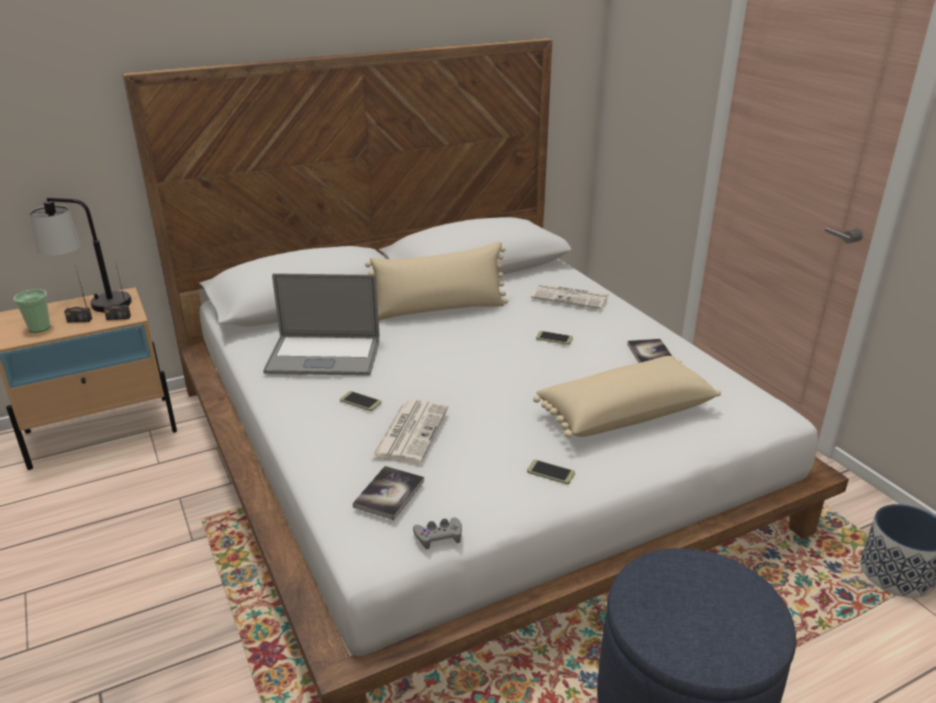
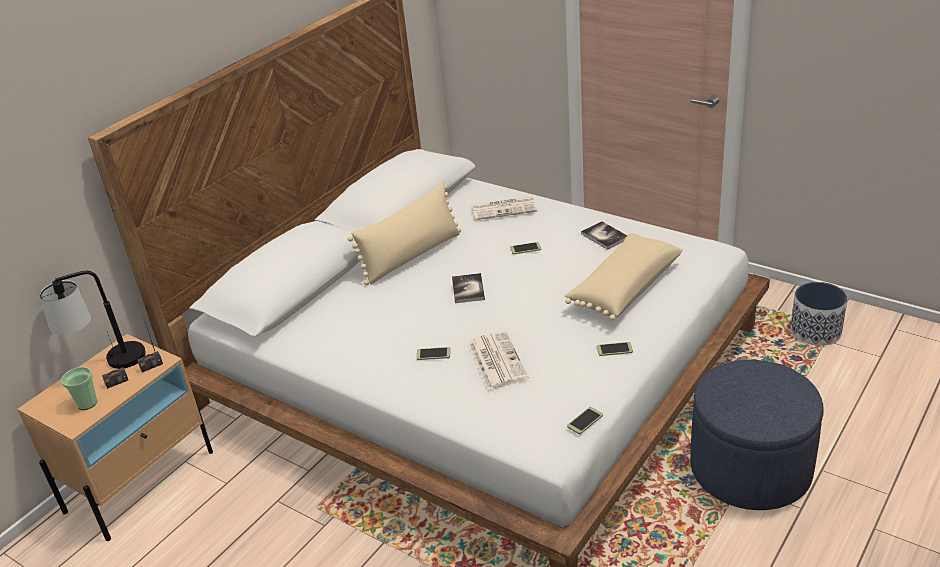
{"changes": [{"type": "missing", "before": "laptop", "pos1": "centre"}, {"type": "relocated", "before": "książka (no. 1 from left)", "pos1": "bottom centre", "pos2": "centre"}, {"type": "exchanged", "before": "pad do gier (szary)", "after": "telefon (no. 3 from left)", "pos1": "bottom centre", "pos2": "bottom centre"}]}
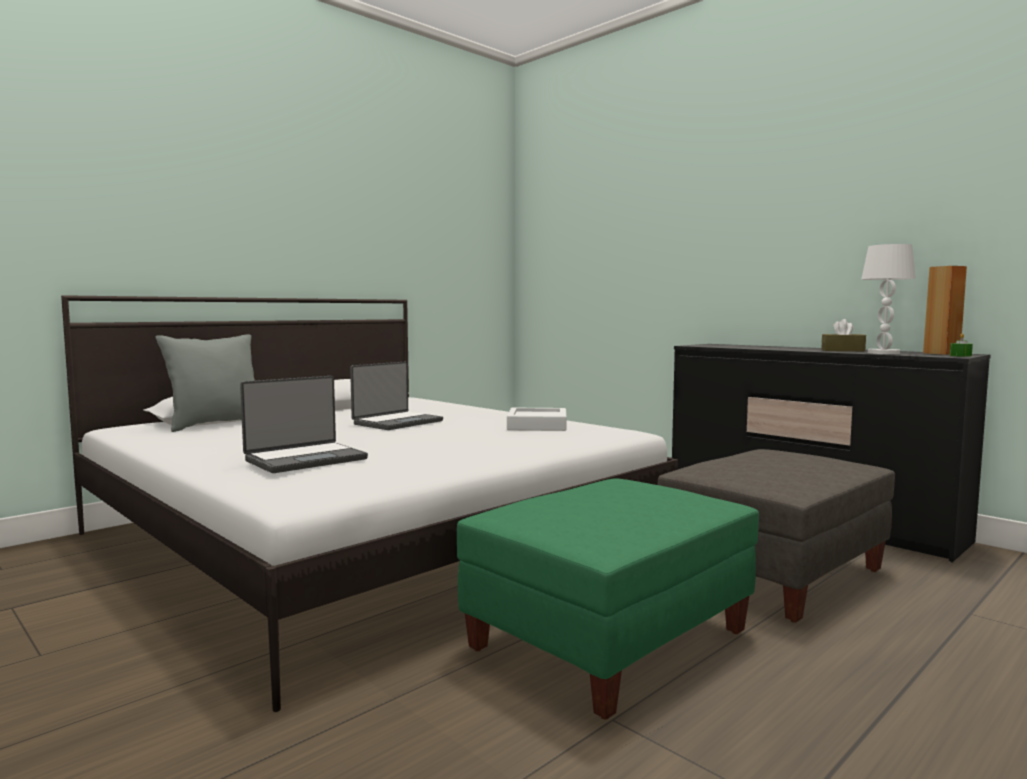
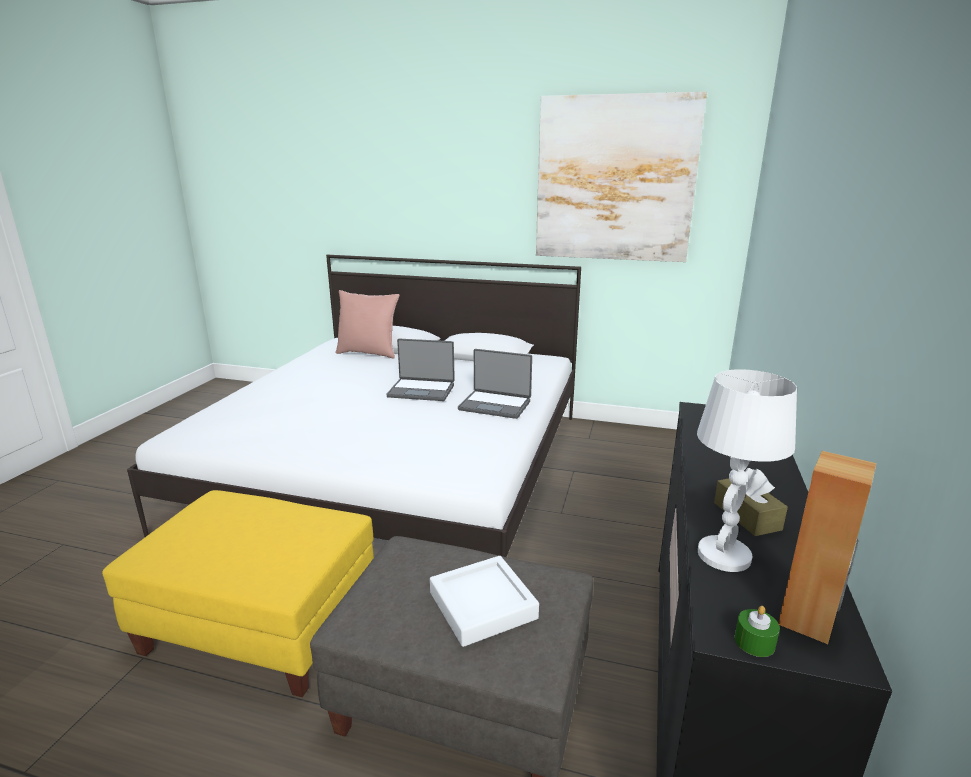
{"changes": [{"type": "colour", "before": "poduszka (szary)", "after": "poduszka (różowy)", "pos1": "middle left", "pos2": "centre"}, {"type": "relocated", "before": "laptop (no. 1 from left in the first image)", "after": "laptop (no. 2 from left)", "pos1": "middle left", "pos2": "centre"}, {"type": "relocated", "before": "taca (biały)", "pos1": "centre", "pos2": "bottom centre"}, {"type": "colour", "before": "pufa (zielony)", "after": "pufa (żółty)", "pos1": "bottom centre", "pos2": "bottom left"}, {"type": "appeared", "after": "obraz", "pos2": "top centre"}]}
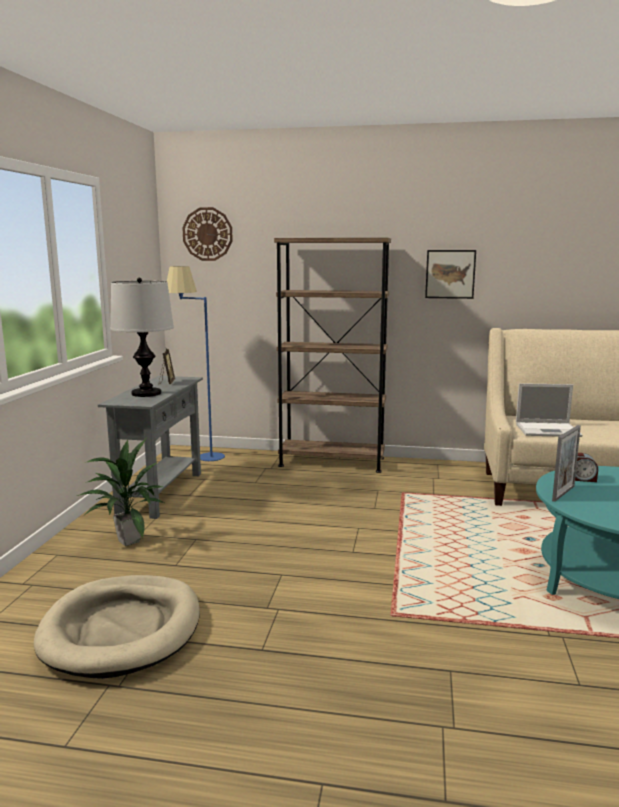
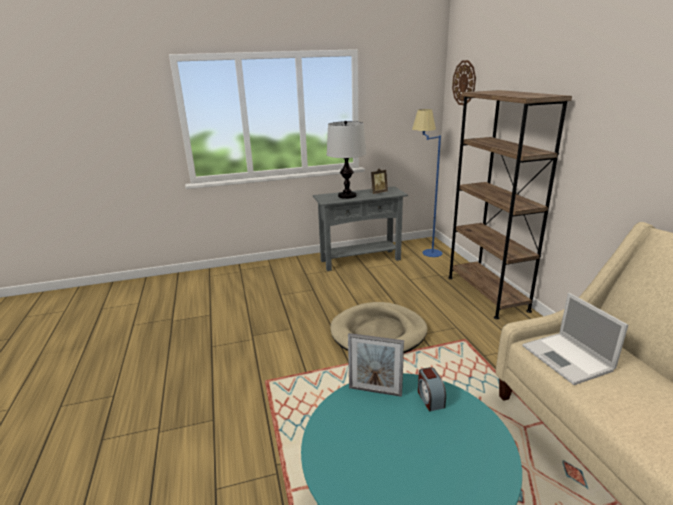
{"changes": [{"type": "missing", "before": "obraz", "pos1": "middle right"}, {"type": "missing", "before": "roślina doniczkowa", "pos1": "middle left"}, {"type": "relocated", "before": "legowisko (beżowy)", "pos1": "bottom left", "pos2": "centre"}]}
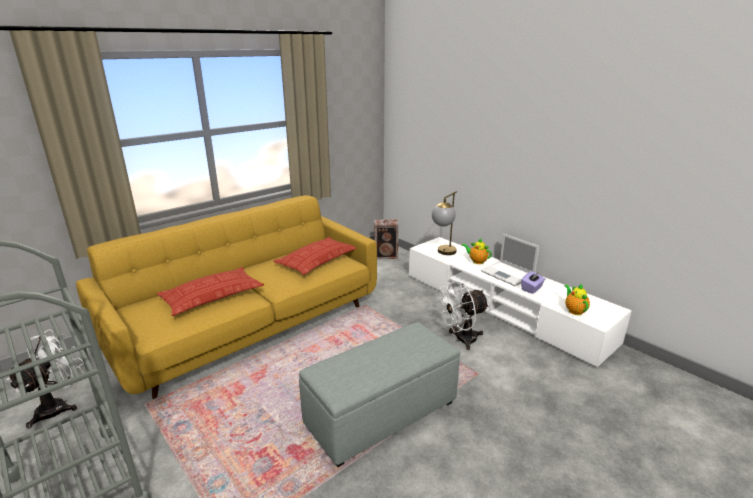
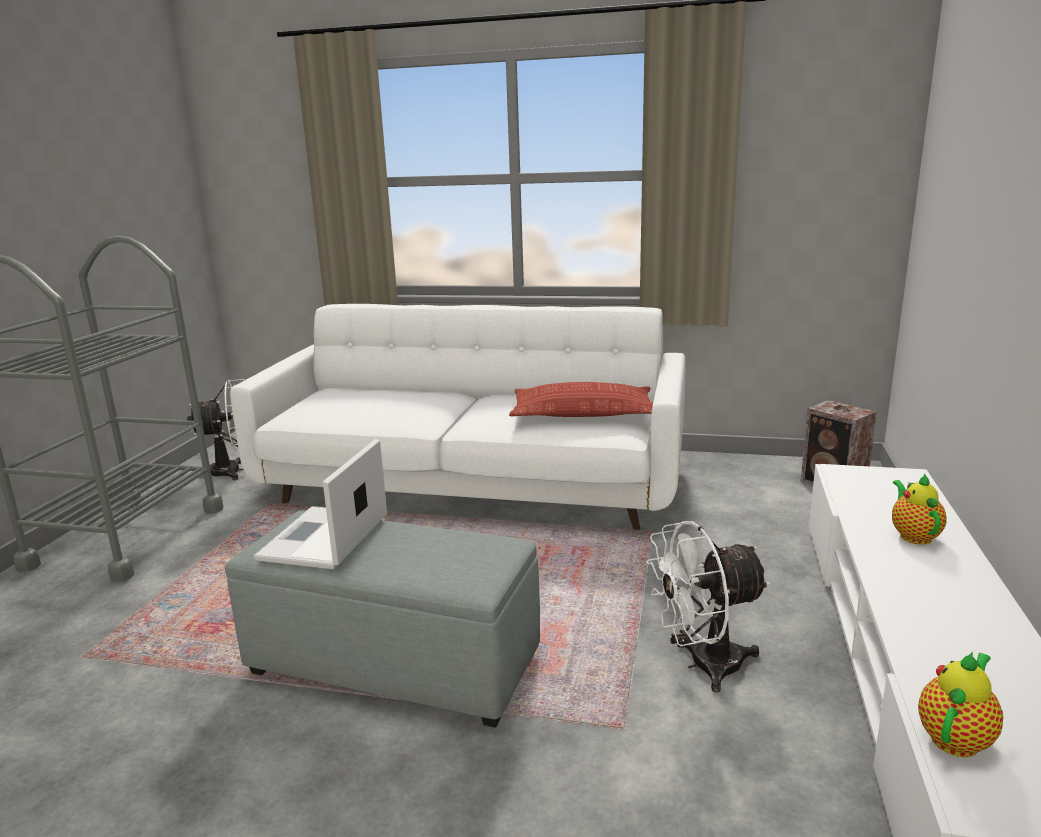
{"changes": [{"type": "missing", "before": "lampa stołowa", "pos1": "centre"}, {"type": "colour", "before": "kanapa (żółty)", "after": "kanapa (biały)", "pos1": "middle left", "pos2": "centre"}, {"type": "relocated", "before": "laptop", "pos1": "middle right", "pos2": "middle left"}, {"type": "missing", "before": "poduszka (no. 1 from left)", "pos1": "middle left"}, {"type": "missing", "before": "pudełko chusteczek (fioletowy)", "pos1": "middle right"}, {"type": "spun", "before": "wentylator (biały) (no. 2 from left)", "pos1": "centre", "pos2": "bottom right", "turn": -45}]}
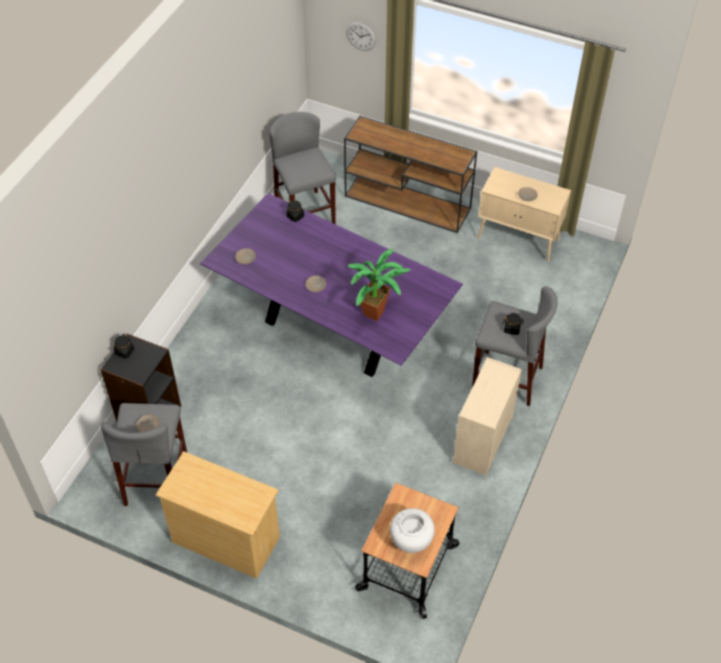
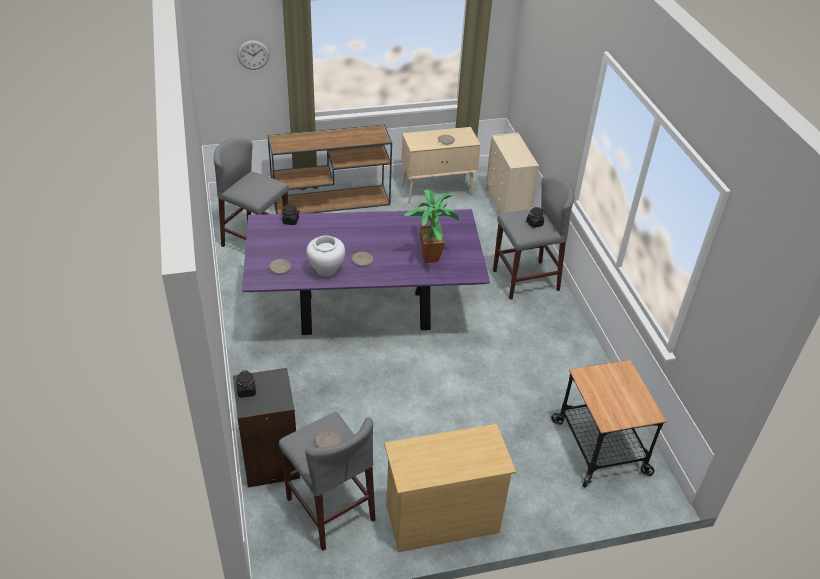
{"changes": [{"type": "relocated", "before": "komoda (beżowy) (no. 2 from left)", "pos1": "middle right", "pos2": "top centre"}, {"type": "relocated", "before": "wazon (biały)", "pos1": "bottom centre", "pos2": "centre"}]}
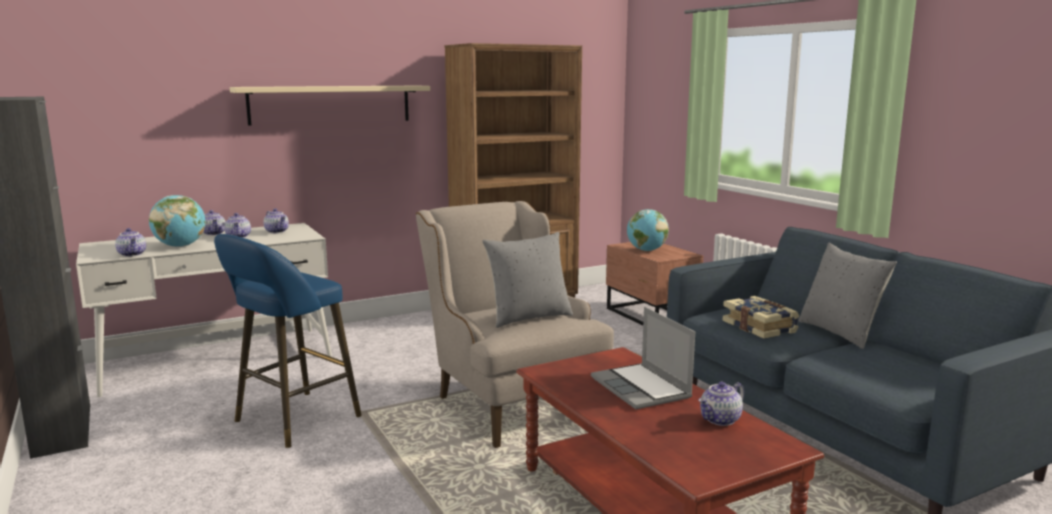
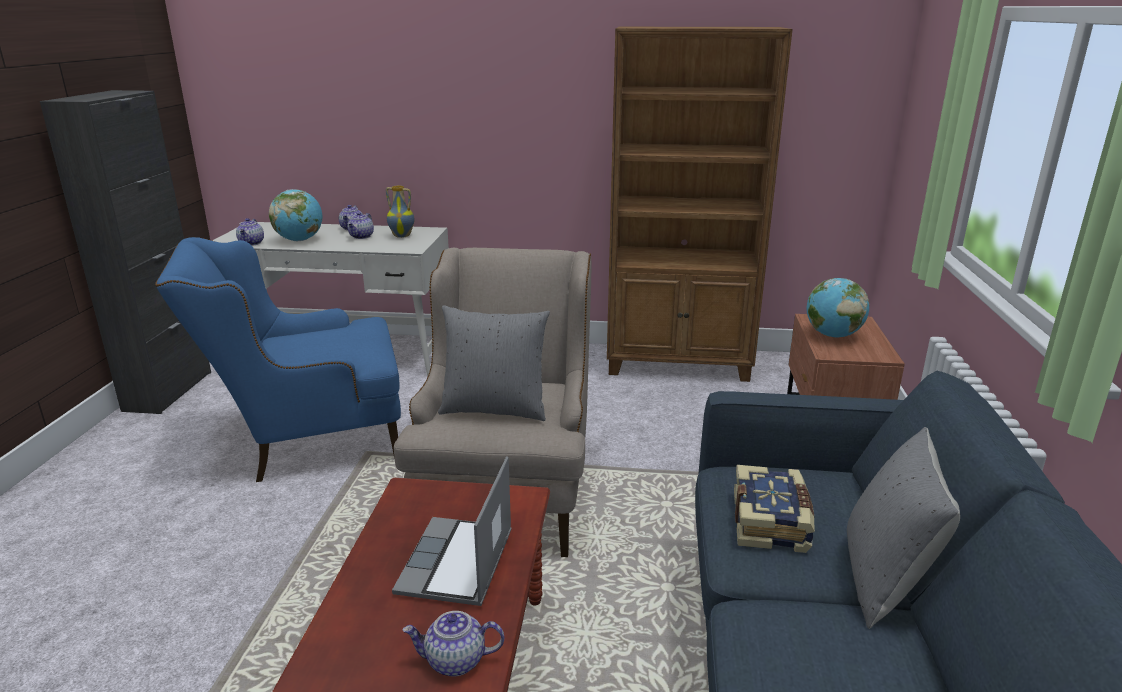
{"changes": [{"type": "missing", "before": "półka (beżowy)", "pos1": "top left"}, {"type": "exchanged", "before": "imbryk (no. 4 from left)", "after": "wazon", "pos1": "middle left", "pos2": "top centre"}, {"type": "exchanged", "before": "stołek (niebieski)", "after": "fotel (niebieski)", "pos1": "middle left", "pos2": "middle left"}]}
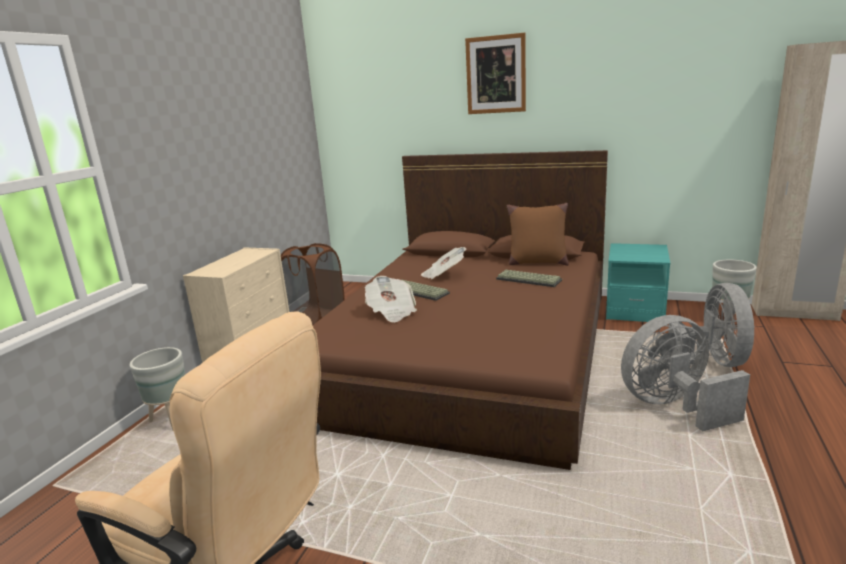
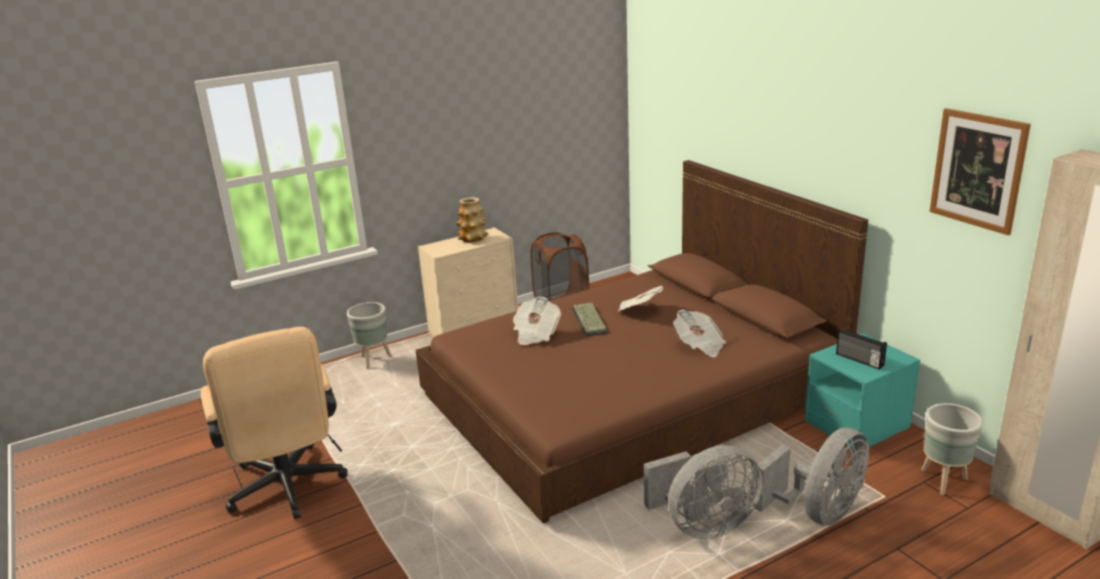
{"changes": [{"type": "relocated", "before": "obraz", "pos1": "top centre", "pos2": "top right"}, {"type": "missing", "before": "poduszka (brązowy)", "pos1": "centre"}, {"type": "exchanged", "before": "klawiatura (no. 2 from left)", "after": "gazeta (no. 3 from left)", "pos1": "centre", "pos2": "centre"}, {"type": "spun", "before": "wentylator (szary) (no. 1 from left)", "pos1": "middle right", "pos2": "bottom centre", "turn": 135}, {"type": "appeared", "after": "wazon", "pos2": "centre"}, {"type": "appeared", "after": "radio", "pos2": "middle right"}]}
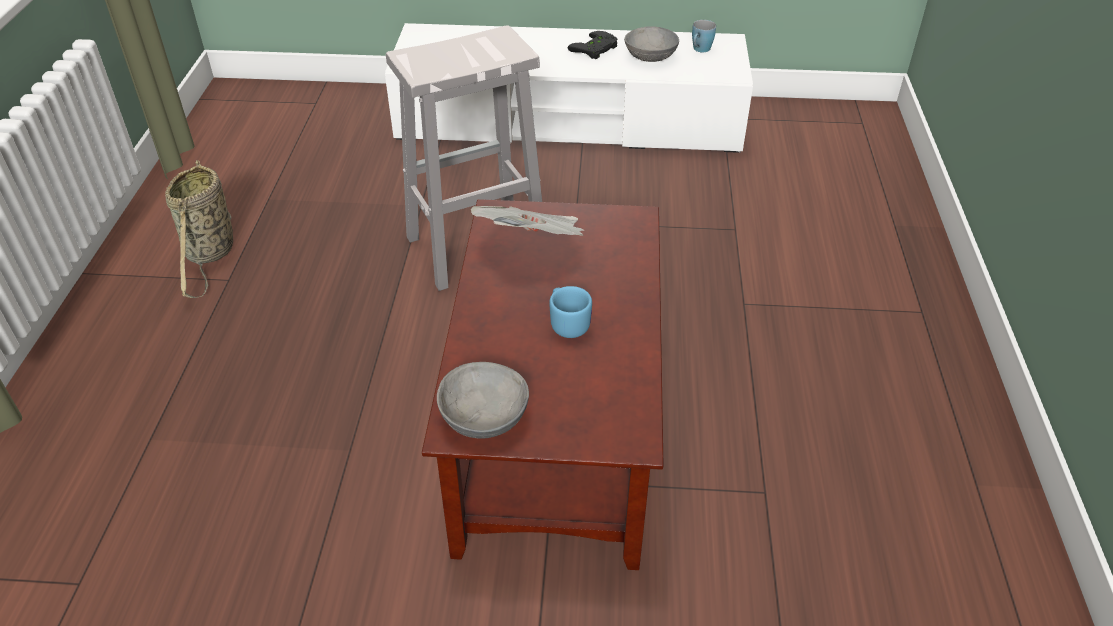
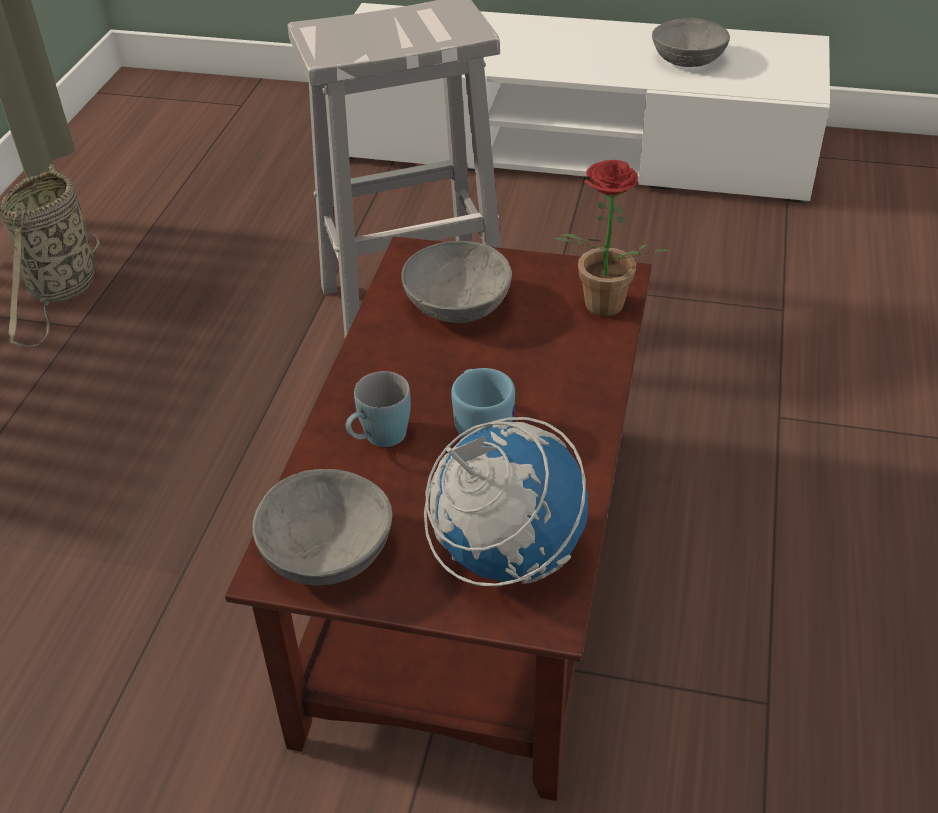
{"changes": [{"type": "relocated", "before": "kubek (niebieski) (no. 2 from left in the first image)", "after": "kubek (niebieski) (no. 1 from left)", "pos1": "top centre", "pos2": "centre"}, {"type": "missing", "before": "pad do gier (czarny)", "pos1": "top centre"}, {"type": "exchanged", "before": "gazeta", "after": "miska (szary) (no. 2 from left)", "pos1": "centre", "pos2": "centre"}, {"type": "appeared", "after": "roślina doniczkowa", "pos2": "top centre"}, {"type": "appeared", "after": "globus", "pos2": "centre"}]}
